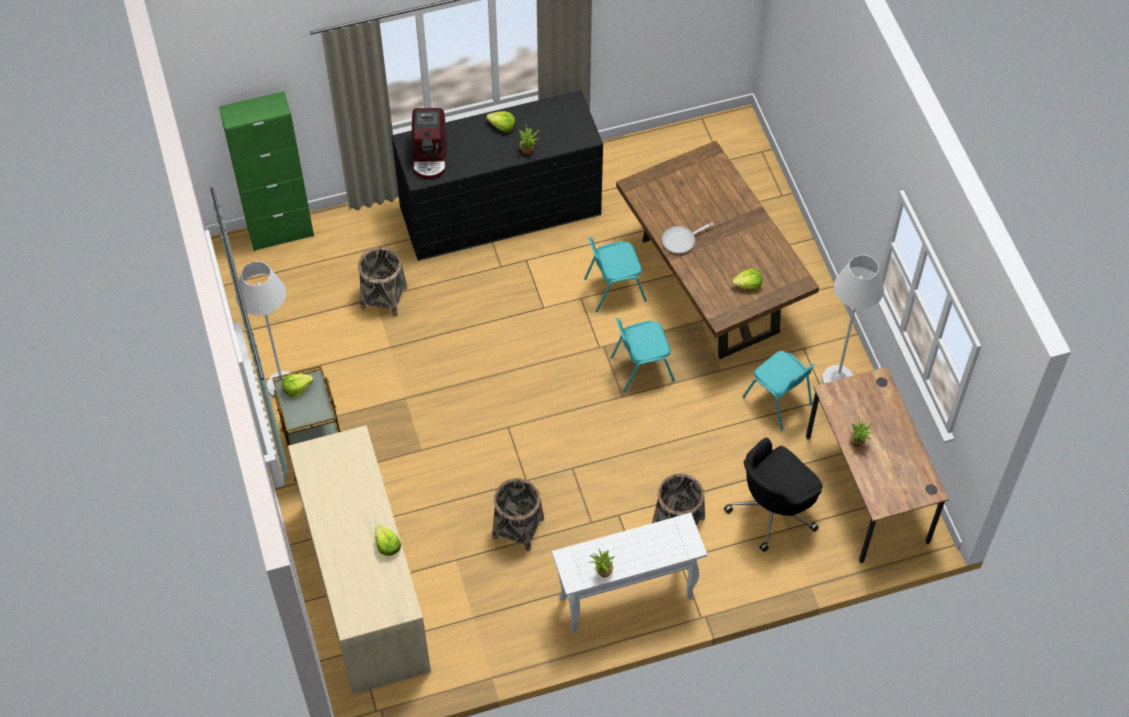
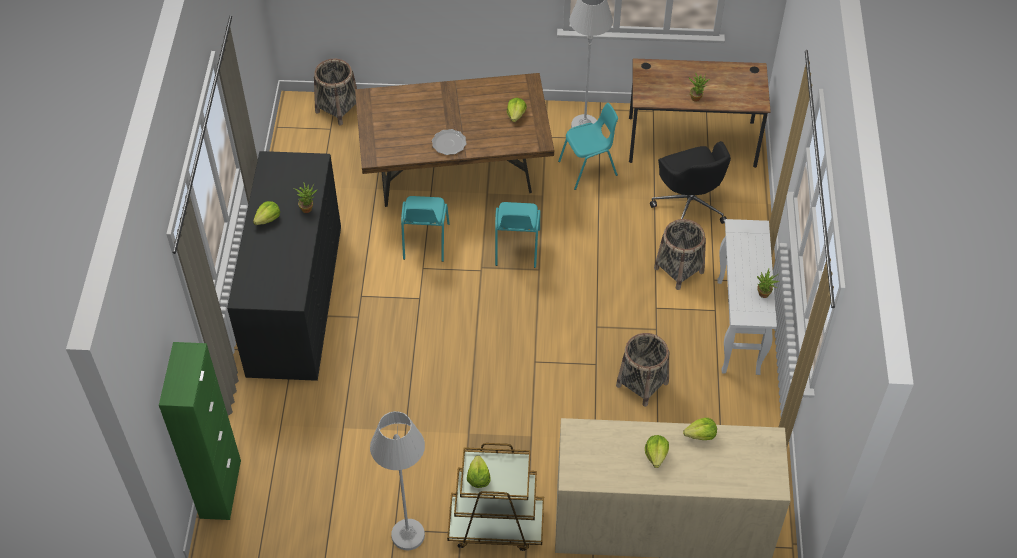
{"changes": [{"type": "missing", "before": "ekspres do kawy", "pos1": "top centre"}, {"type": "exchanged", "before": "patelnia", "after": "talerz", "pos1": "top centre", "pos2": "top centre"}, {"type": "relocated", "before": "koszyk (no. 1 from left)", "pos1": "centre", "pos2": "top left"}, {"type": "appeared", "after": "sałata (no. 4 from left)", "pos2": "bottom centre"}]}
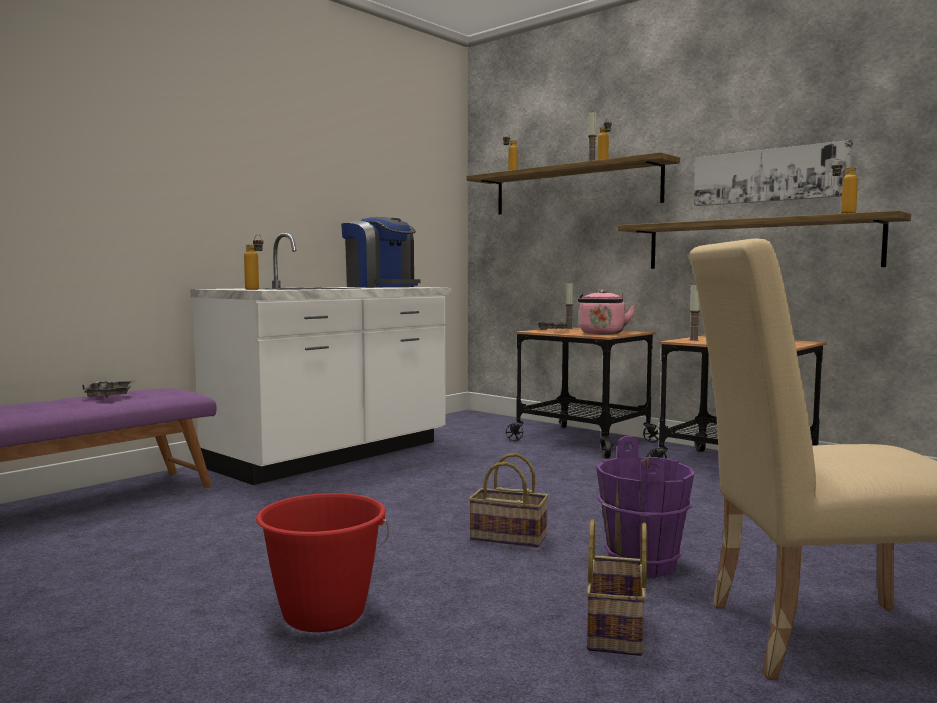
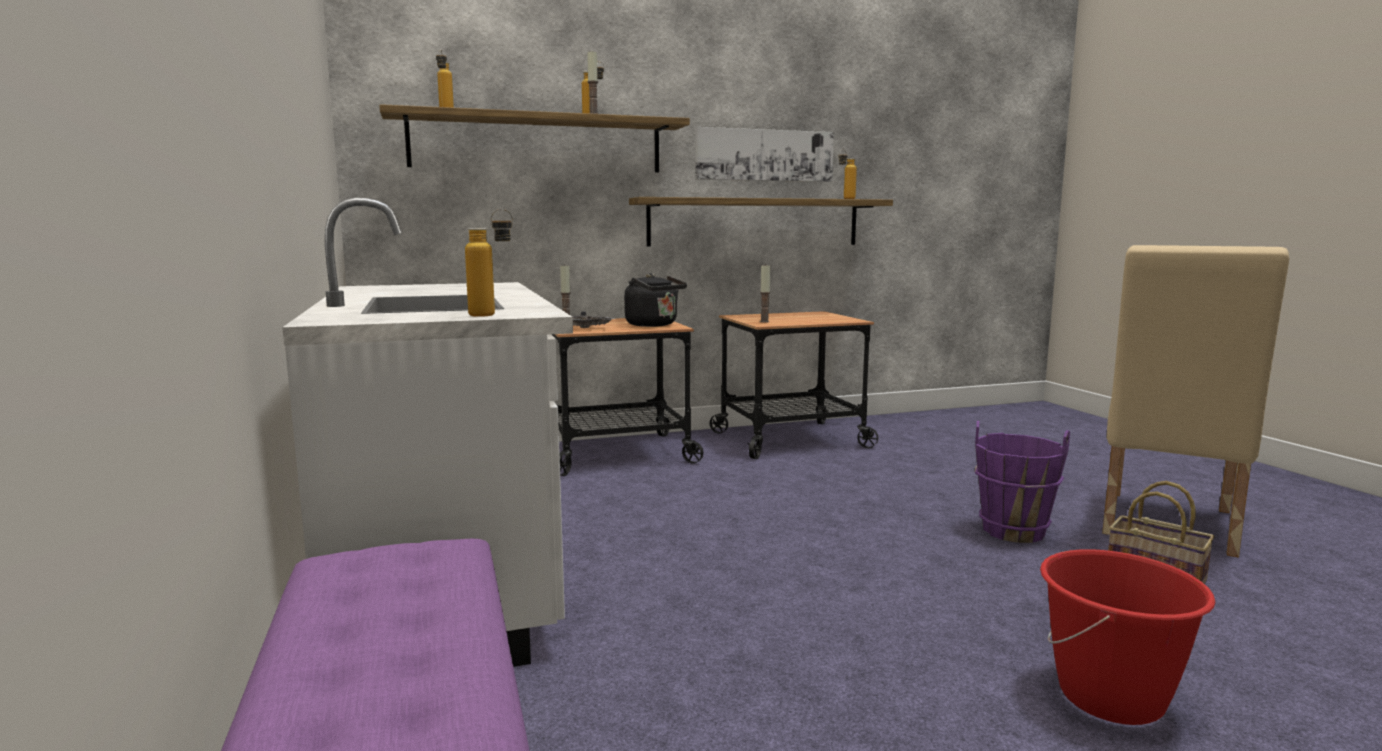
{"changes": [{"type": "missing", "before": "ekspres do kawy", "pos1": "centre"}, {"type": "colour", "before": "czajnik (różowy)", "after": "czajnik (czarny)", "pos1": "centre", "pos2": "centre"}, {"type": "missing", "before": "taca (szary) (no. 1 from left)", "pos1": "middle left"}, {"type": "missing", "before": "koszyk (no. 1 from left)", "pos1": "bottom centre"}]}
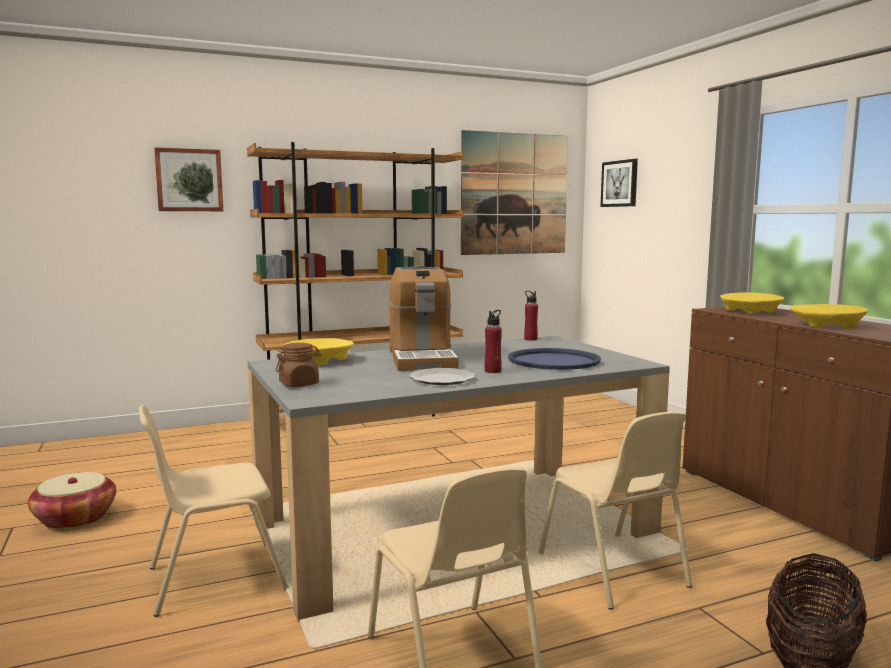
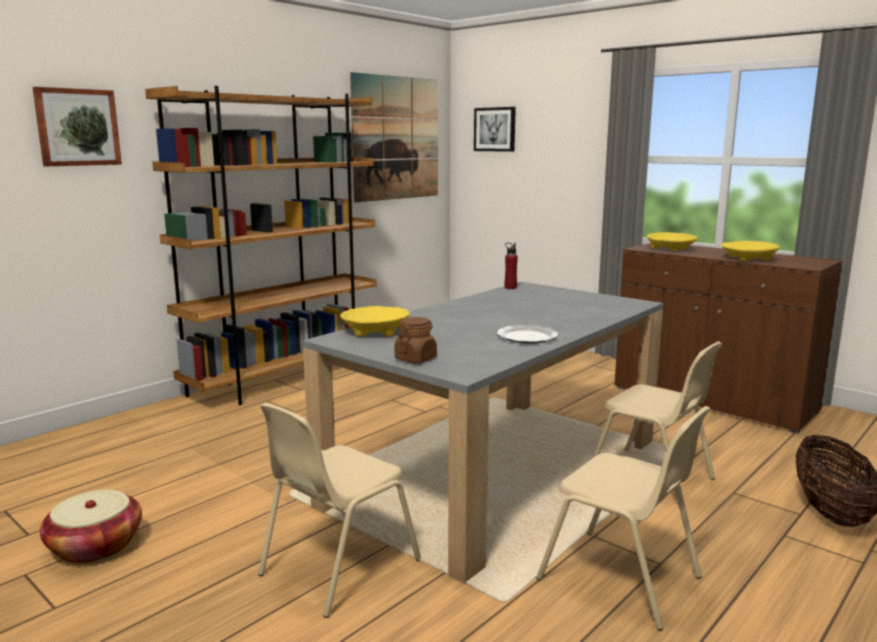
{"changes": [{"type": "missing", "before": "ekspres do kawy", "pos1": "centre"}, {"type": "missing", "before": "butelka (czerwony) (no. 1 from left)", "pos1": "centre"}, {"type": "missing", "before": "taca (niebieski)", "pos1": "centre"}]}
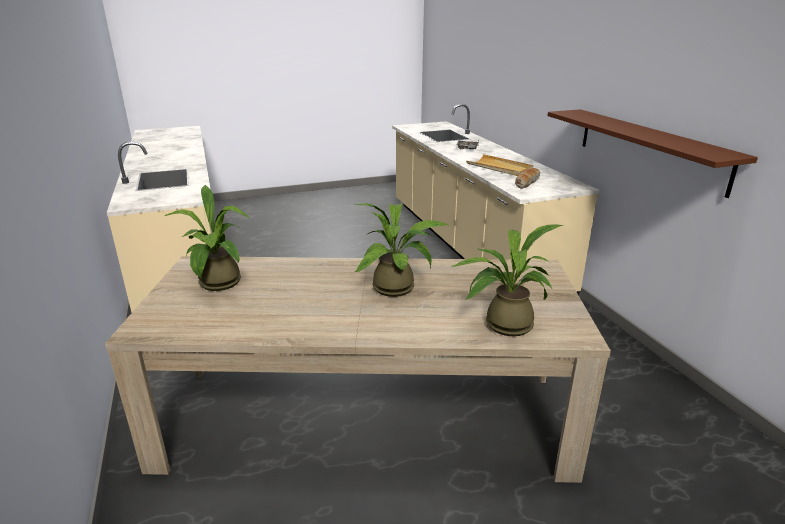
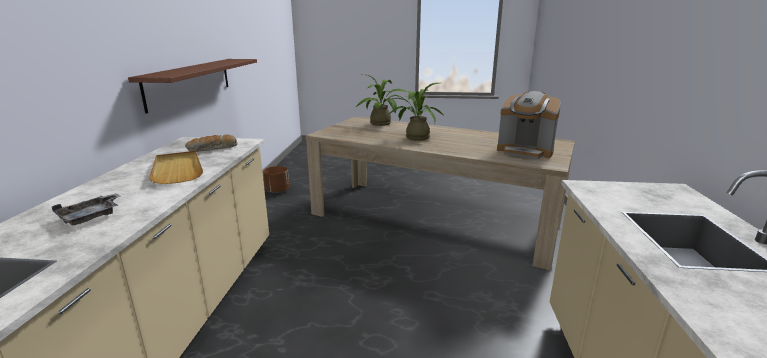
{"changes": [{"type": "exchanged", "before": "roślina doniczkowa (no. 1 from left)", "after": "ekspres do kawy", "pos1": "middle left", "pos2": "middle right"}, {"type": "appeared", "after": "donica (brązowy)", "pos2": "centre"}]}
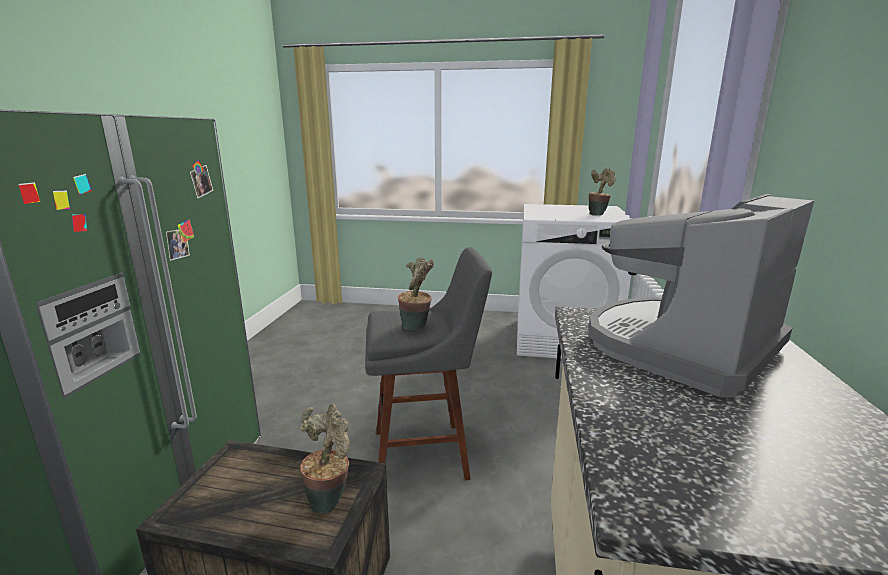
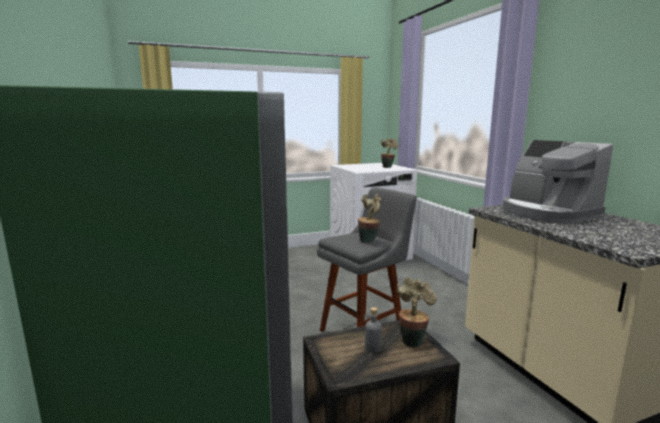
{"changes": [{"type": "spun", "before": "ekspres do kawy", "pos1": "middle right", "pos2": "middle right", "turn": -45}, {"type": "appeared", "after": "butelka (szary)", "pos2": "bottom centre"}]}
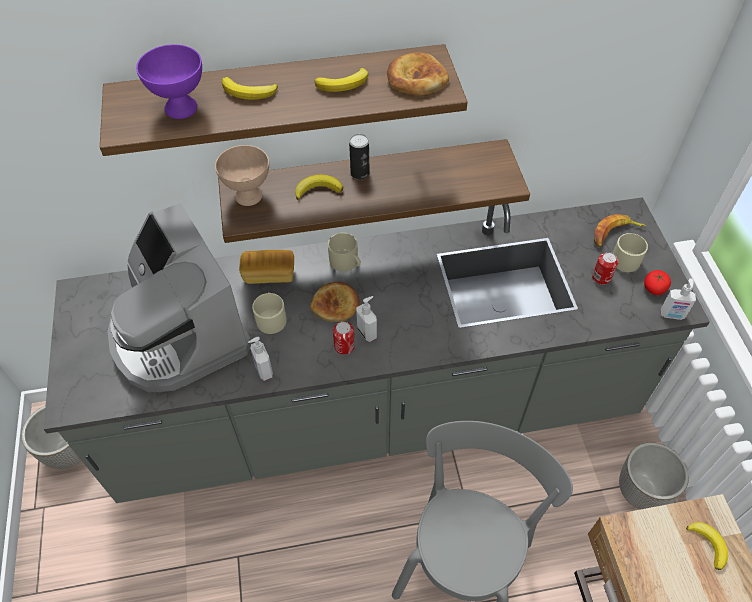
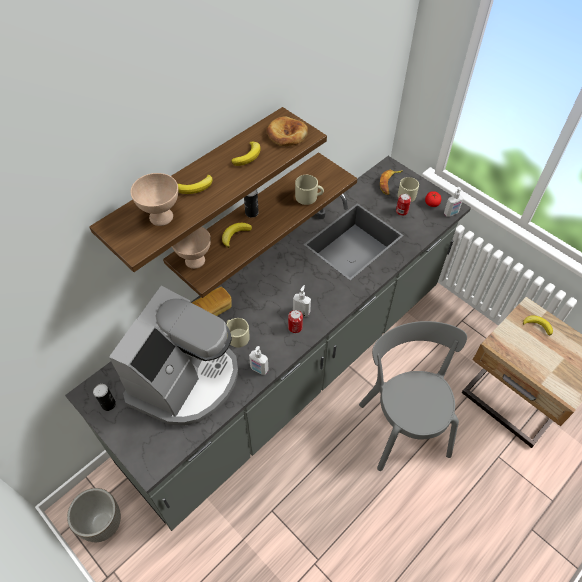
{"changes": [{"type": "colour", "before": "miska (fioletowy)", "after": "miska (beżowy) (no. 1 from left)", "pos1": "top left", "pos2": "middle left"}, {"type": "spun", "before": "ekspres do kawy", "pos1": "middle left", "pos2": "middle left", "turn": -90}, {"type": "relocated", "before": "kubek (beżowy) (no. 2 from left)", "pos1": "centre", "pos2": "top centre"}, {"type": "missing", "before": "chleb (no. 2 from left)", "pos1": "centre"}, {"type": "missing", "before": "donica (no. 2 from left)", "pos1": "bottom right"}, {"type": "appeared", "after": "puszka (no. 1 from left)", "pos2": "bottom left"}]}
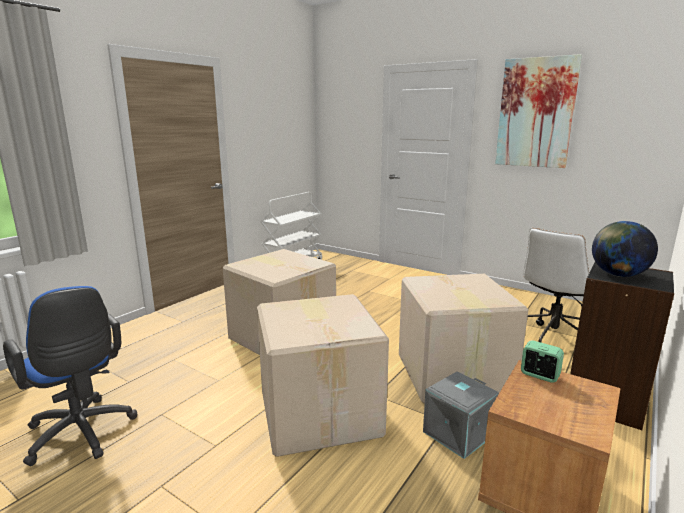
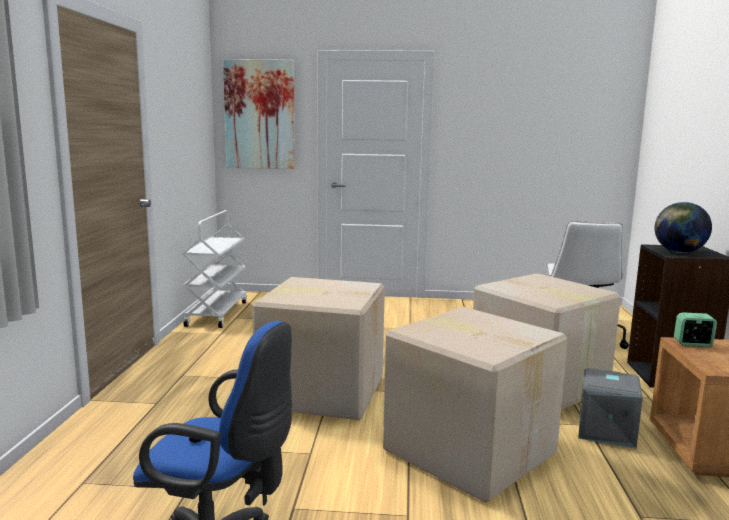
{"changes": [{"type": "relocated", "before": "obraz", "pos1": "top right", "pos2": "top centre"}]}
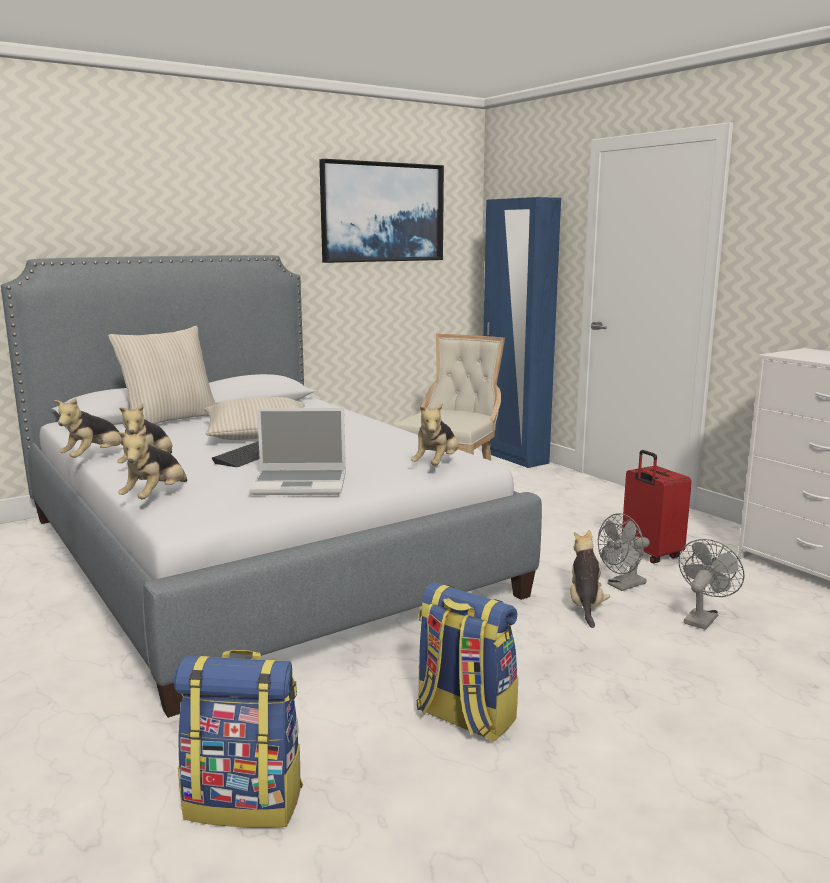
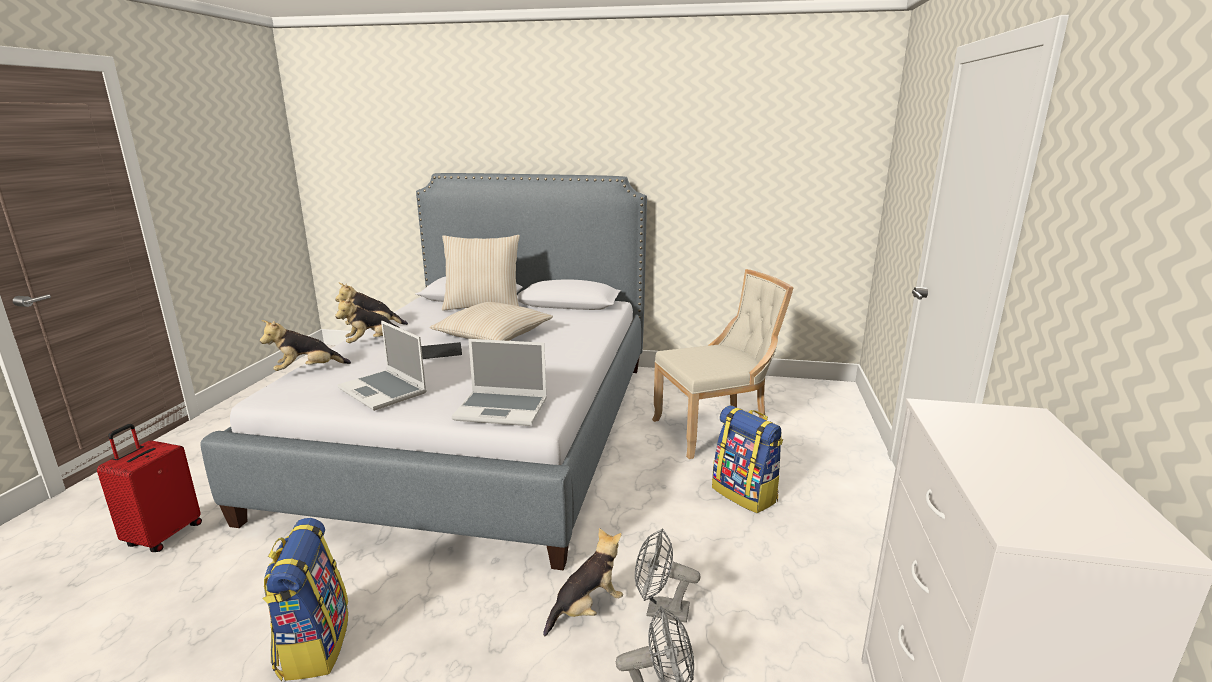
{"changes": [{"type": "missing", "before": "obraz", "pos1": "top centre"}, {"type": "missing", "before": "szafa (niebieski)", "pos1": "centre"}, {"type": "exchanged", "before": "pluszak (no. 4 from left)", "after": "laptop (no. 2 from left)", "pos1": "centre", "pos2": "centre"}, {"type": "relocated", "before": "walizka (czerwony)", "pos1": "middle right", "pos2": "bottom left"}, {"type": "relocated", "before": "plecak (no. 1 from left in the first image)", "after": "plecak (no. 2 from left)", "pos1": "bottom left", "pos2": "bottom centre"}]}
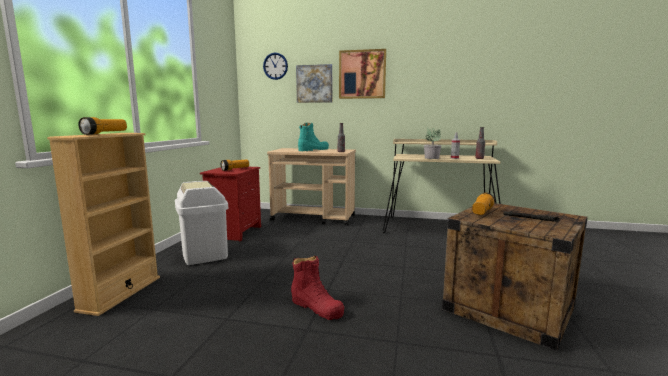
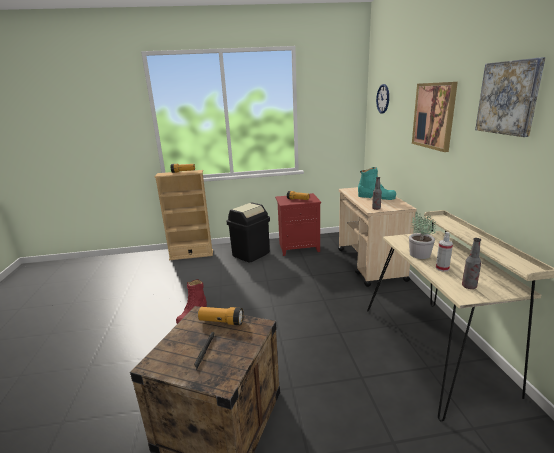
{"changes": [{"type": "relocated", "before": "obraz (no. 1 from left in the first image)", "after": "obraz (no. 2 from left)", "pos1": "top centre", "pos2": "top right"}, {"type": "colour", "before": "kosz na śmieci (biały)", "after": "kosz na śmieci (czarny)", "pos1": "middle left", "pos2": "centre"}]}
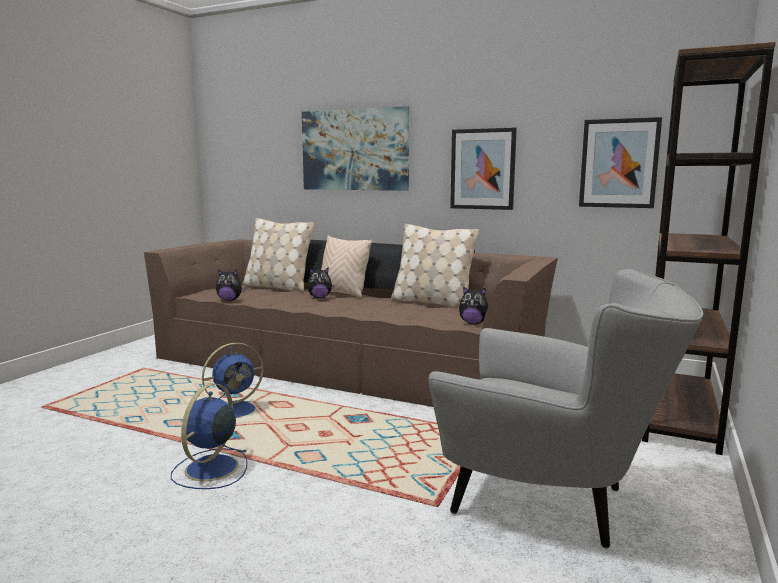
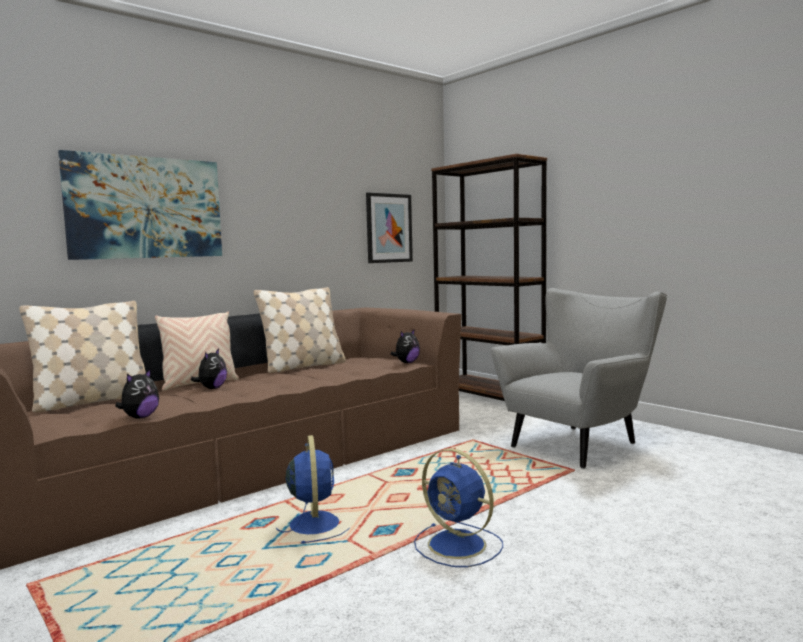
{"changes": [{"type": "missing", "before": "obraz (no. 2 from left)", "pos1": "top centre"}]}
